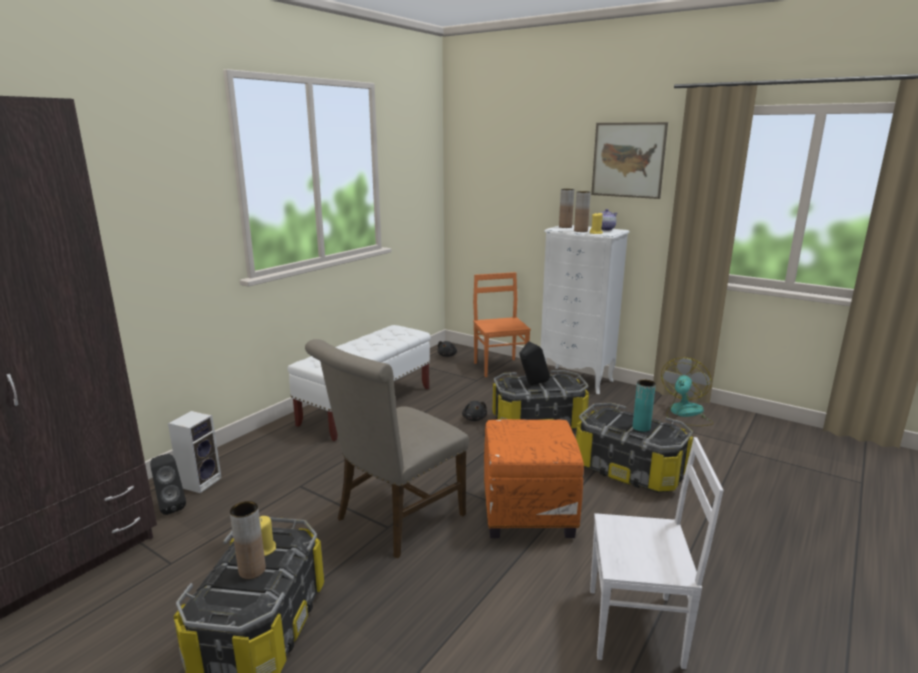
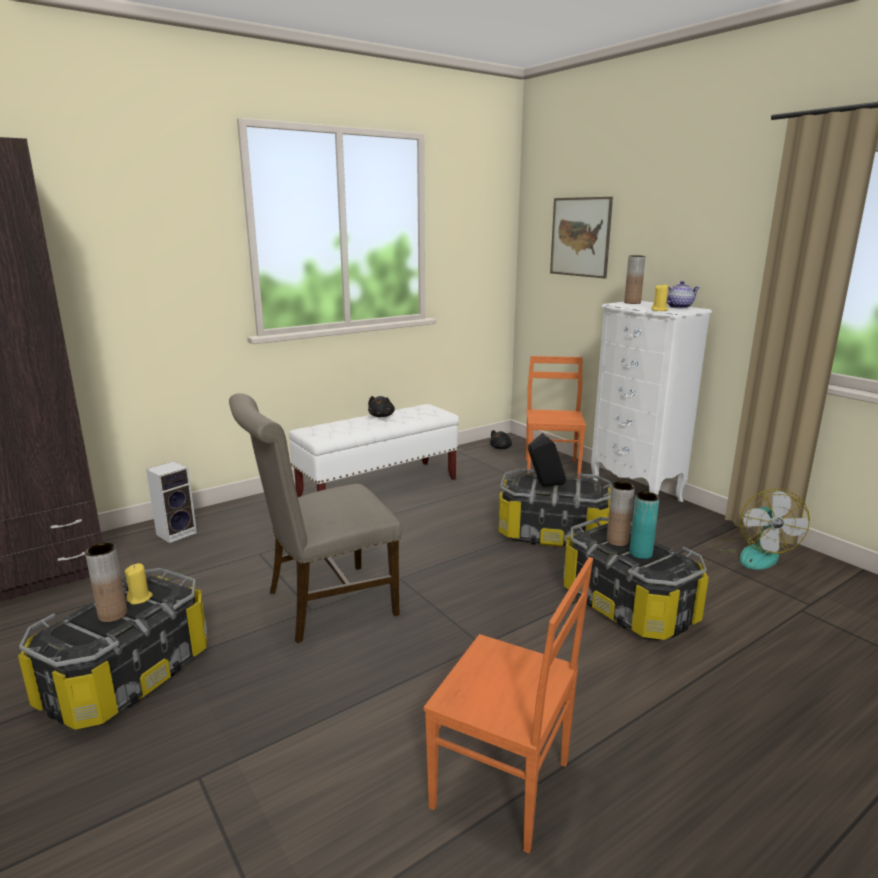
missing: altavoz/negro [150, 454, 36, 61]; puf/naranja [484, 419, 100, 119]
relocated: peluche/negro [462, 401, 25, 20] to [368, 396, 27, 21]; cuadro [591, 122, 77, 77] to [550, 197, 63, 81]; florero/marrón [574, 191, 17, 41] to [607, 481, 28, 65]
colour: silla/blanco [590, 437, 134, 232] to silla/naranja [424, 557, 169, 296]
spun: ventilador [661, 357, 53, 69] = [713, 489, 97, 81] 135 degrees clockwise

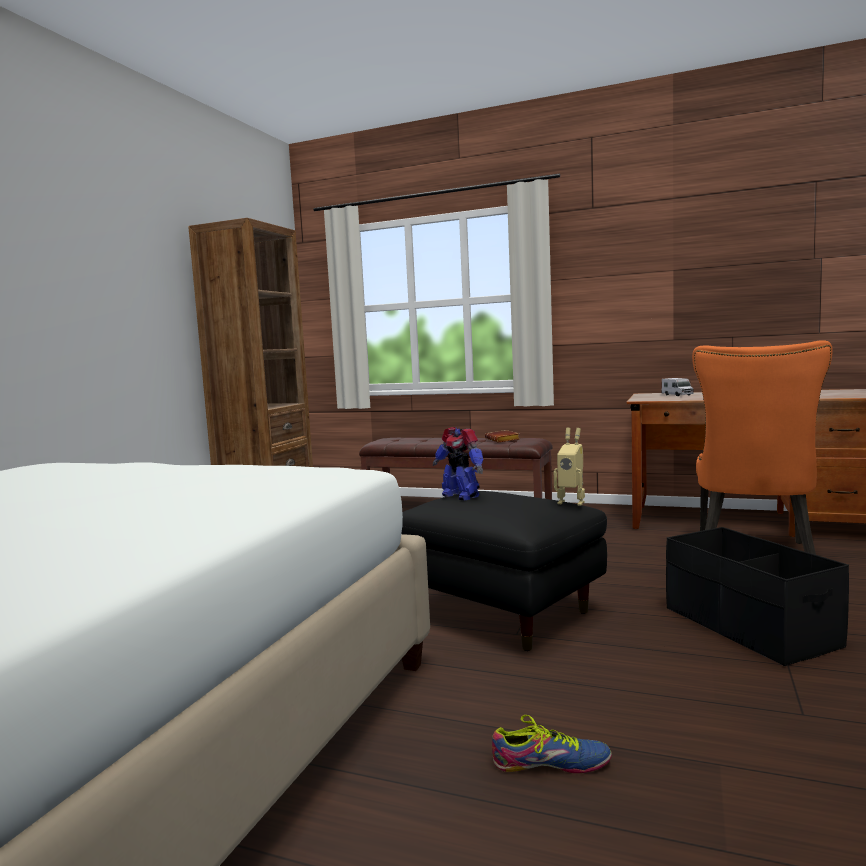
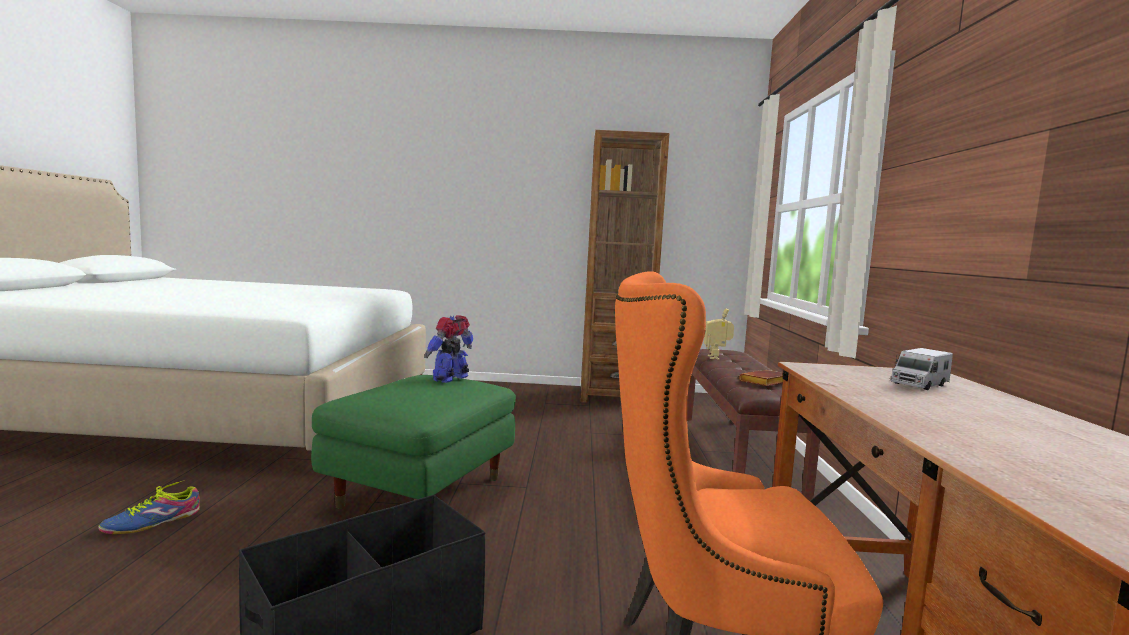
relocated: robot de juguete [554, 428, 31, 78] to [704, 308, 30, 52]
colour: puf/negro [401, 491, 206, 160] to puf/verde [311, 375, 205, 134]
spun: zapato [492, 715, 120, 58] = [98, 480, 102, 54] 60 degrees clockwise

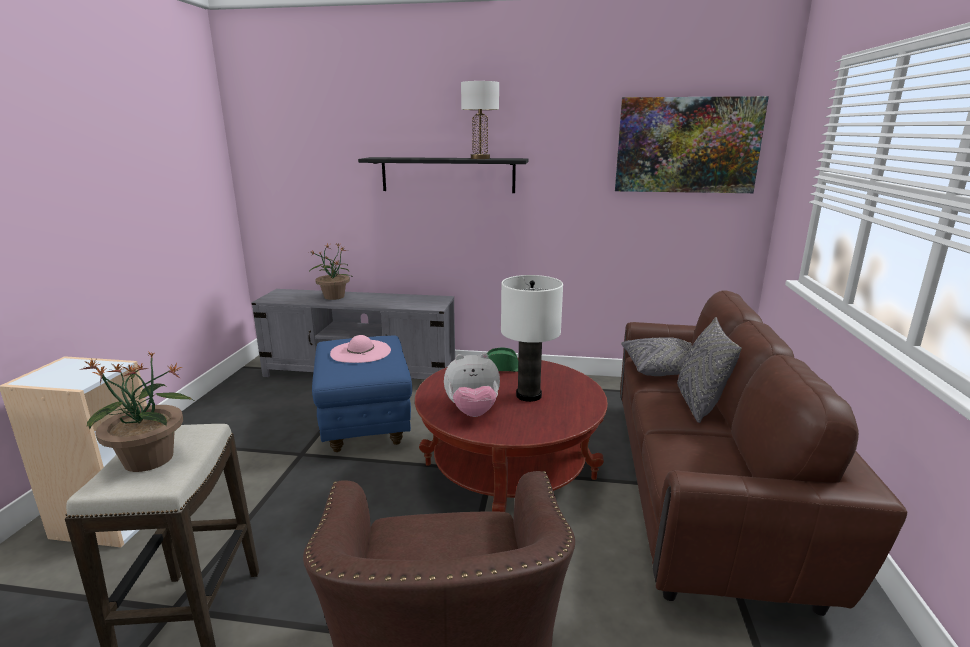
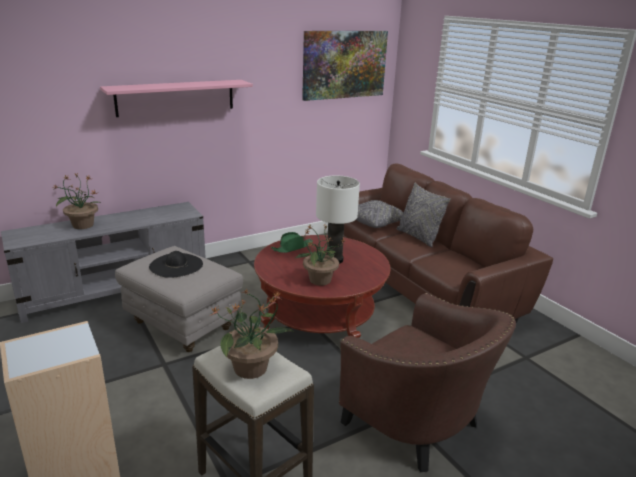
missing: lámpara de mesa [461, 81, 38, 78]
exchanged: peluche [444, 353, 56, 64] to planta en maceta [294, 225, 51, 61]
colour: estante/negro [358, 157, 170, 36] to estante/rosa [100, 80, 153, 37]; puf/azul [312, 335, 100, 117] to puf/gris [115, 246, 128, 106]; sombrero/rosa [330, 335, 61, 28] to sombrero/negro [149, 251, 54, 27]

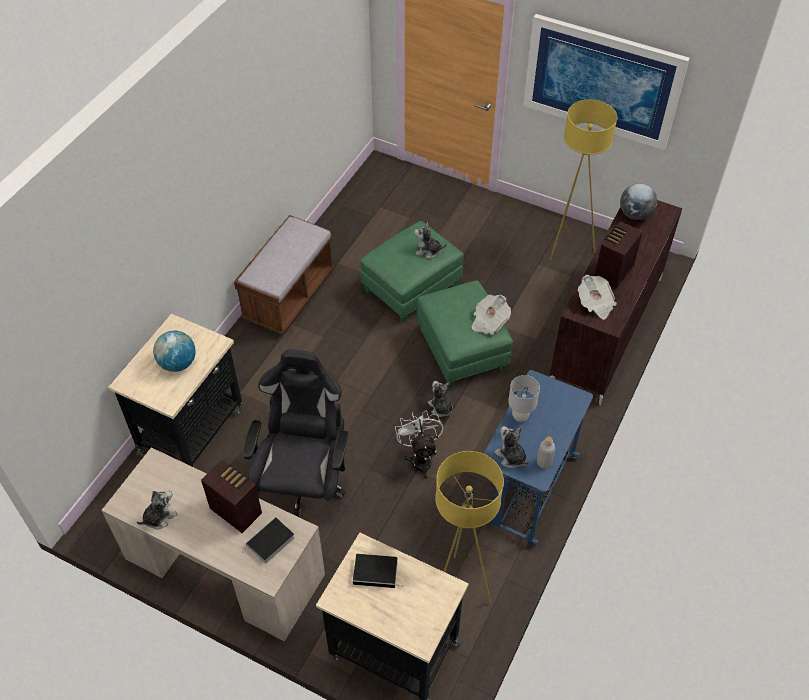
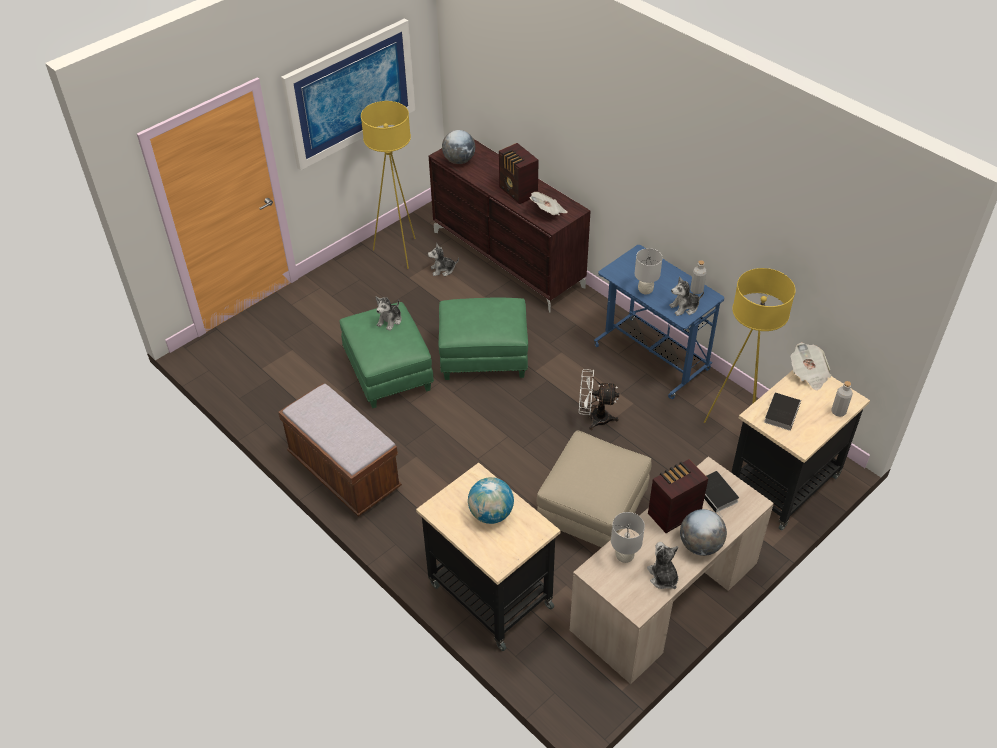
appeared: lámpara de mesa/gris [611, 512, 34, 51]; globo terráqueo [680, 509, 47, 47]; botella/gris [831, 381, 22, 36]
relocated: peluche [428, 381, 25, 36] to [428, 243, 31, 33]; periódico [471, 294, 40, 41] to [791, 342, 40, 48]
exchanged: silla de oficina/negro [244, 349, 104, 168] to puf/beis [536, 430, 116, 118]

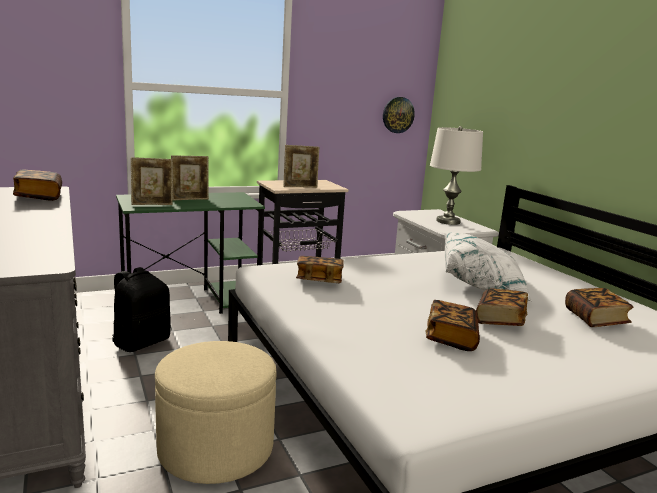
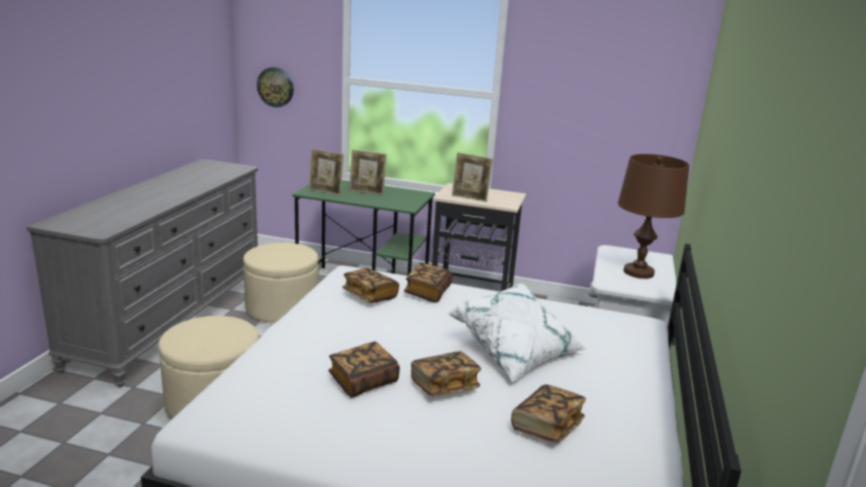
relocated: reloj de pared [383, 97, 32, 36] to [257, 67, 37, 40]; libro [13, 170, 49, 31] to [404, 263, 49, 39]
exchanged: mochila/negro [112, 267, 59, 85] to puf/beis [243, 243, 76, 80]
colour: lámpara de mesa/blanco [430, 126, 53, 99] to lámpara de mesa/marrón [618, 154, 71, 125]

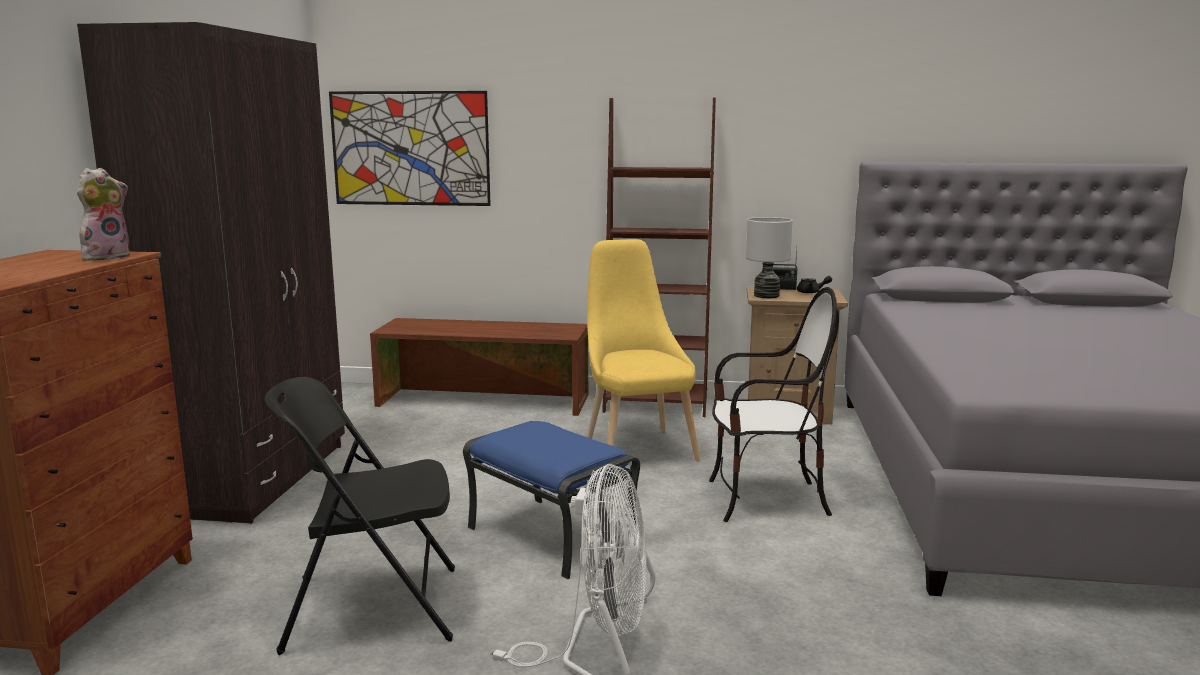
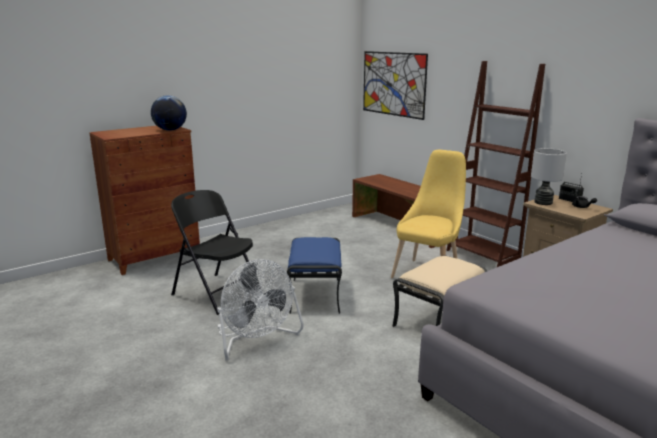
missing: armario ropero/marrón [77, 22, 268, 502]
exchanged: peluche [77, 168, 53, 93] to globo terráqueo [151, 95, 36, 36]; silla [709, 287, 130, 235] to puf/beis [392, 255, 95, 72]

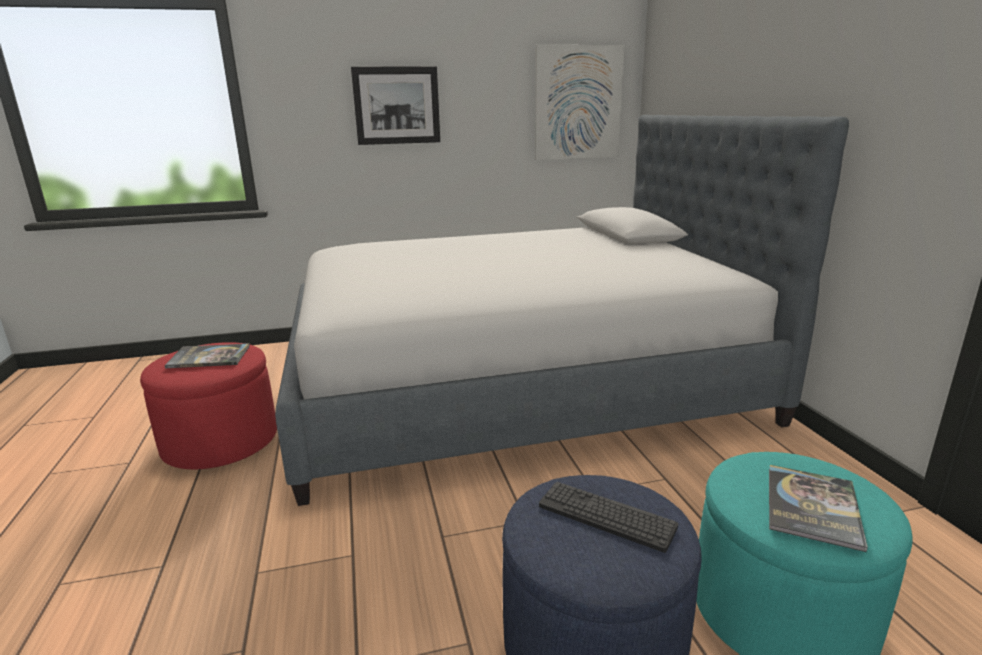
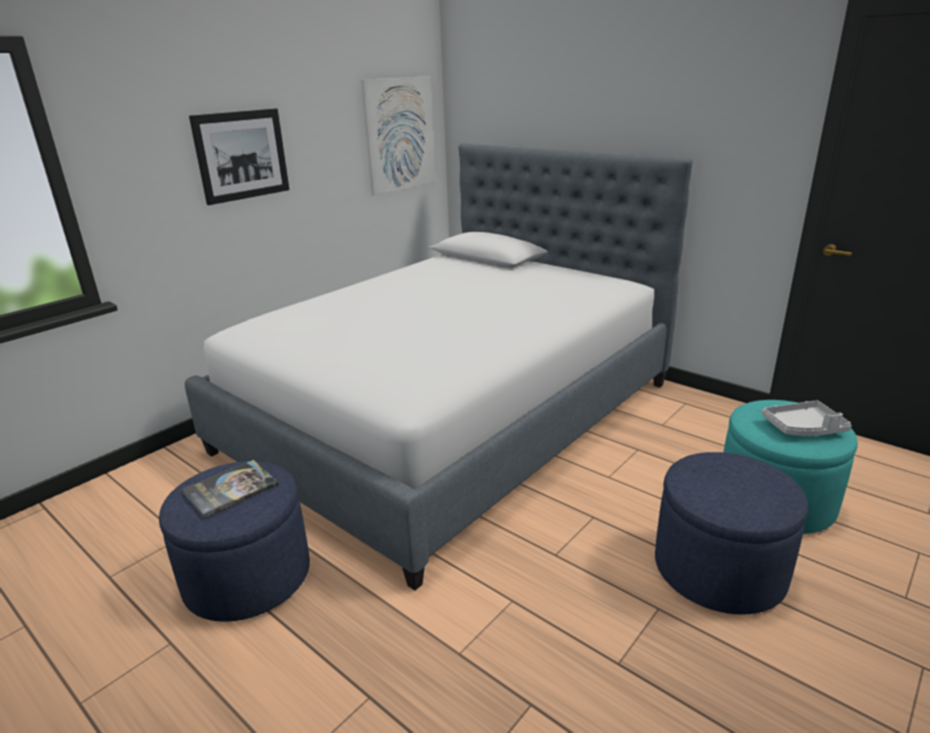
missing: teclado [539, 482, 139, 71]
exchanged: libro [769, 465, 99, 87] to bandeja/gris [762, 400, 90, 36]
colour: puf/rojo [140, 342, 137, 127] to puf/azul [159, 461, 151, 161]

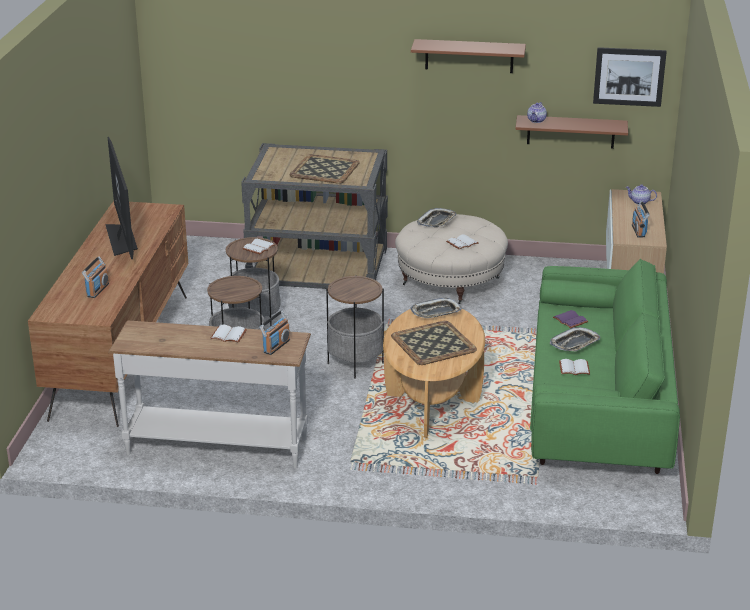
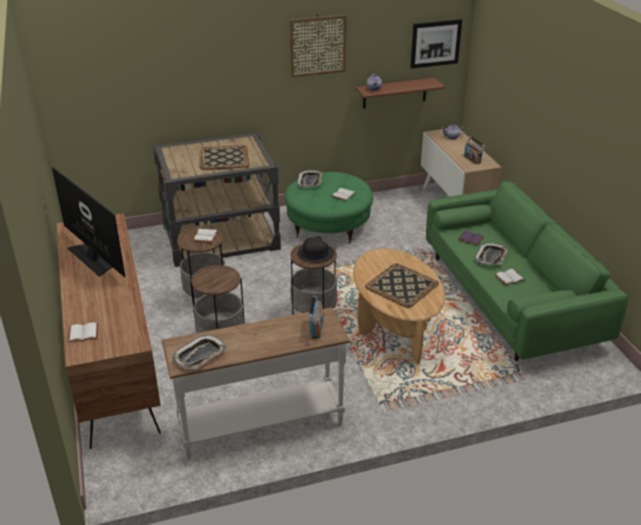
missing: radio [82, 256, 27, 42]
appeared: sombrero/negro [298, 236, 36, 27]
relocated: libro/blanco [210, 325, 37, 18] to [68, 322, 30, 20]; bandeja [410, 298, 52, 20] to [172, 335, 54, 34]
exchanged: estante/marrón [411, 39, 115, 34] to cuadro [289, 14, 58, 64]
colour: puf/beis [395, 214, 113, 90] to puf/verde [285, 172, 88, 71]

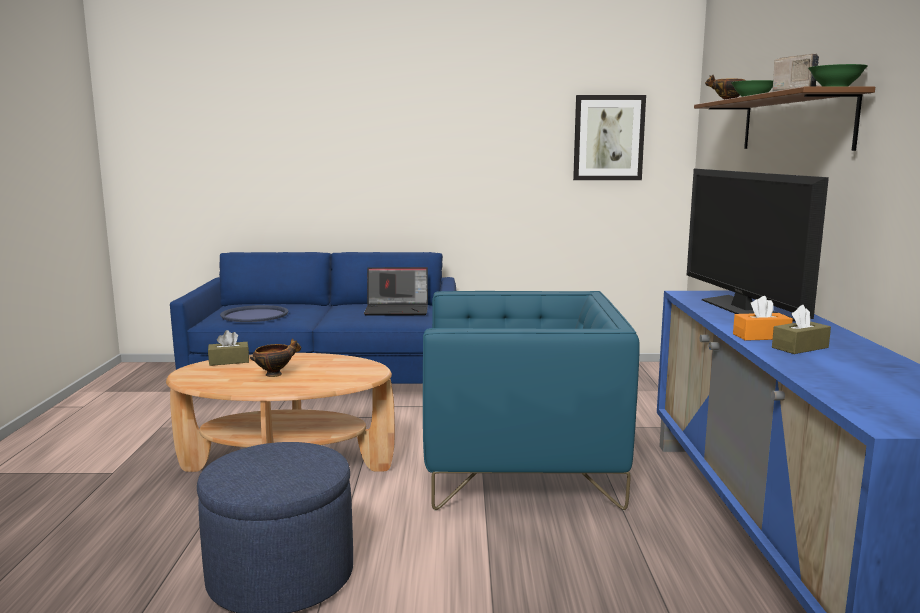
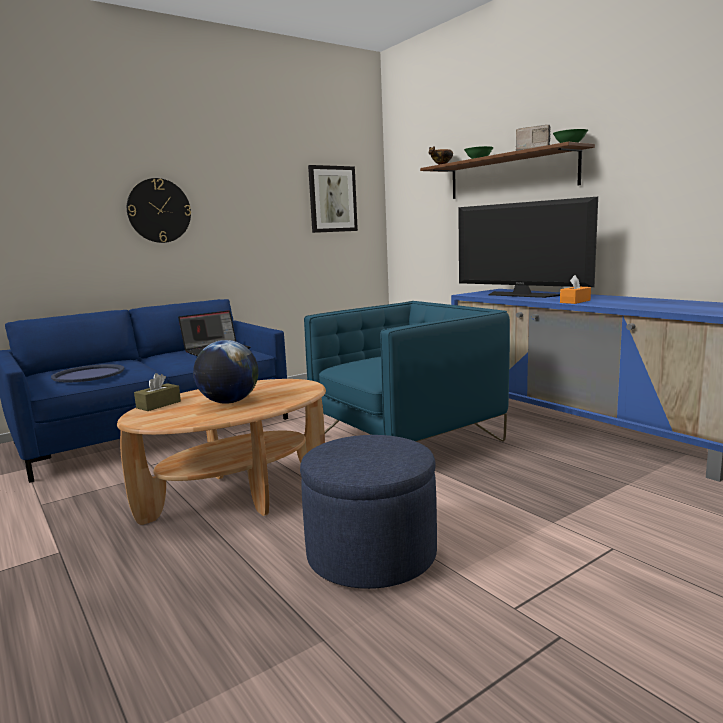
missing: caja de pañuelos/marrón [772, 305, 59, 49]
appeared: reloj de pared [127, 178, 64, 65]
exchanged: cuenco [250, 338, 51, 39] to globo terráqueo [193, 340, 66, 64]

